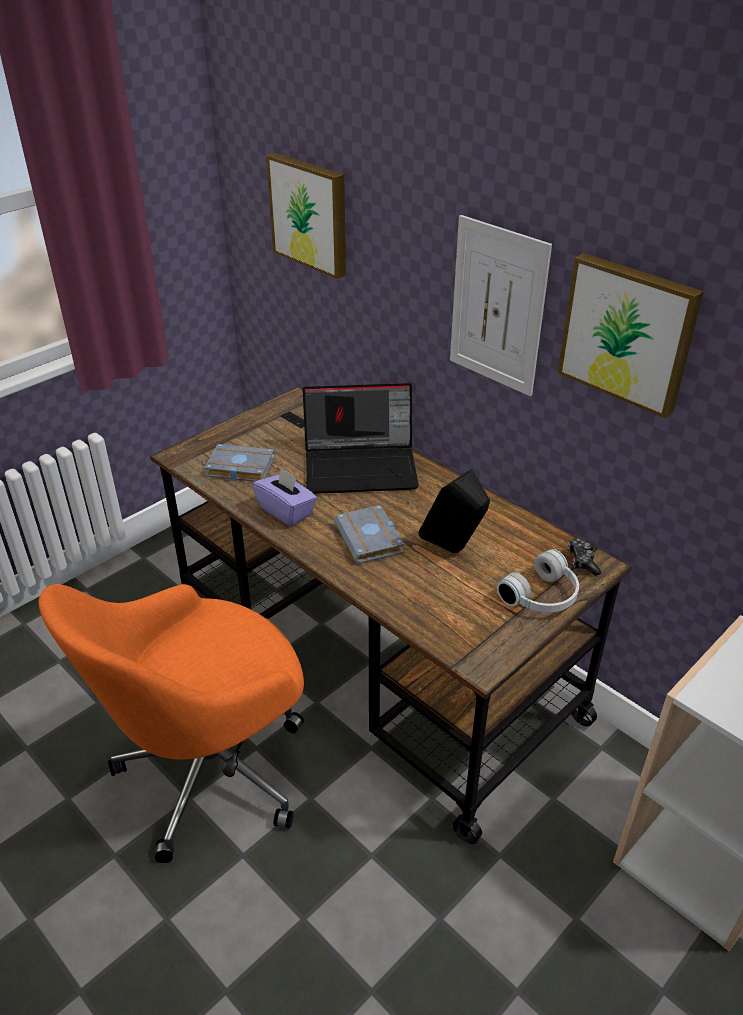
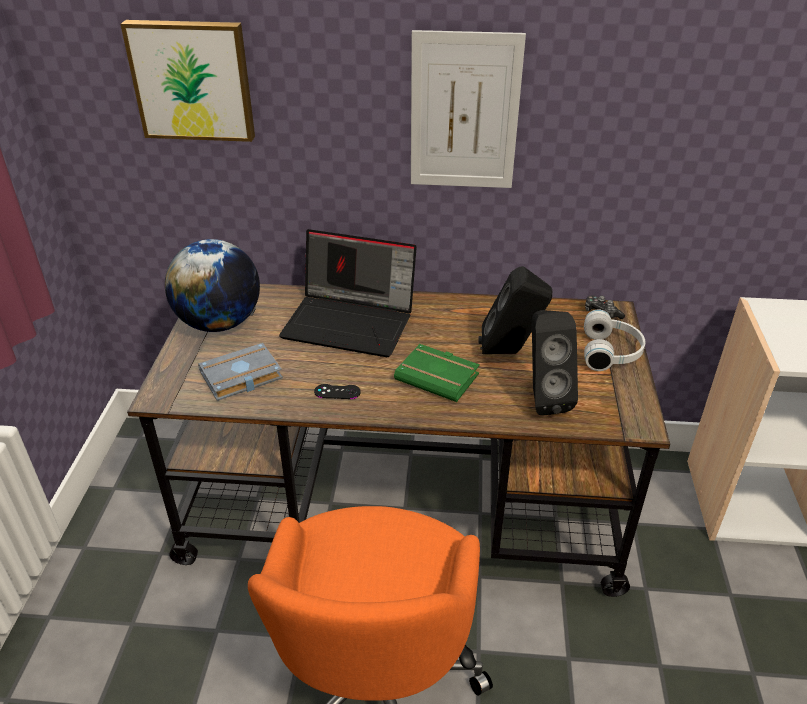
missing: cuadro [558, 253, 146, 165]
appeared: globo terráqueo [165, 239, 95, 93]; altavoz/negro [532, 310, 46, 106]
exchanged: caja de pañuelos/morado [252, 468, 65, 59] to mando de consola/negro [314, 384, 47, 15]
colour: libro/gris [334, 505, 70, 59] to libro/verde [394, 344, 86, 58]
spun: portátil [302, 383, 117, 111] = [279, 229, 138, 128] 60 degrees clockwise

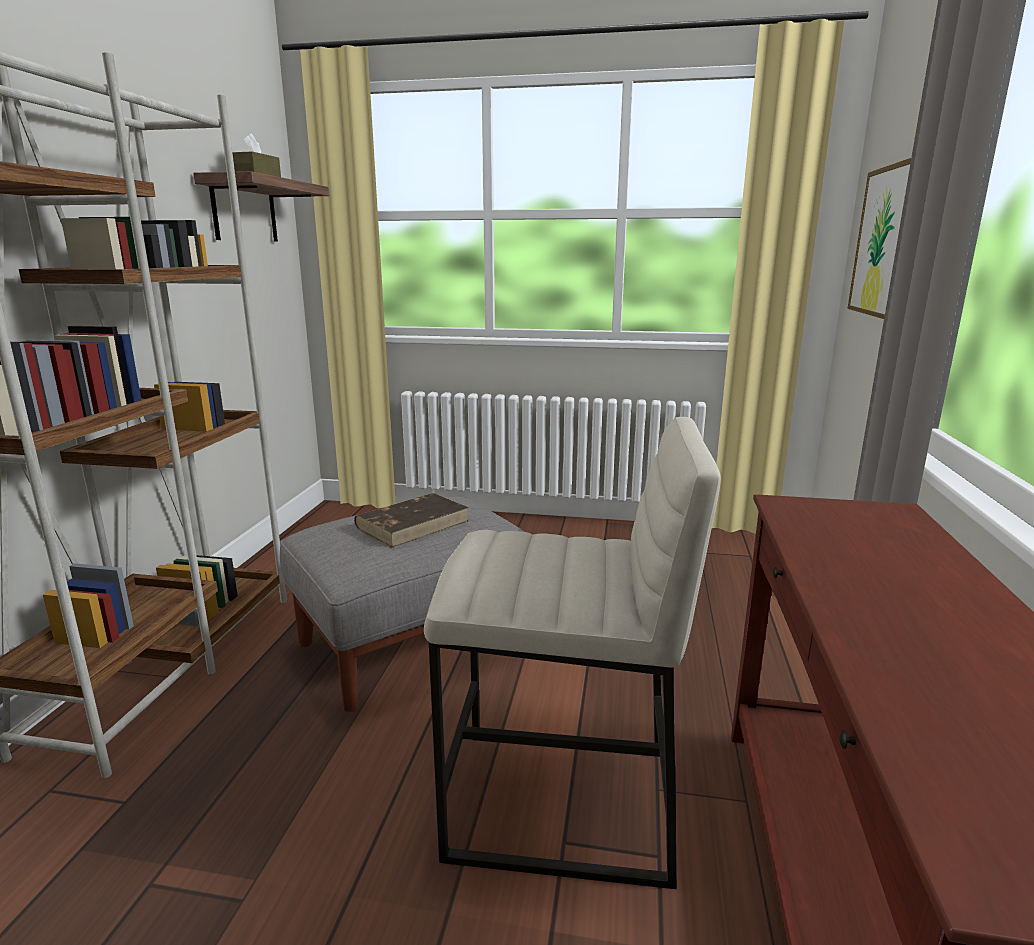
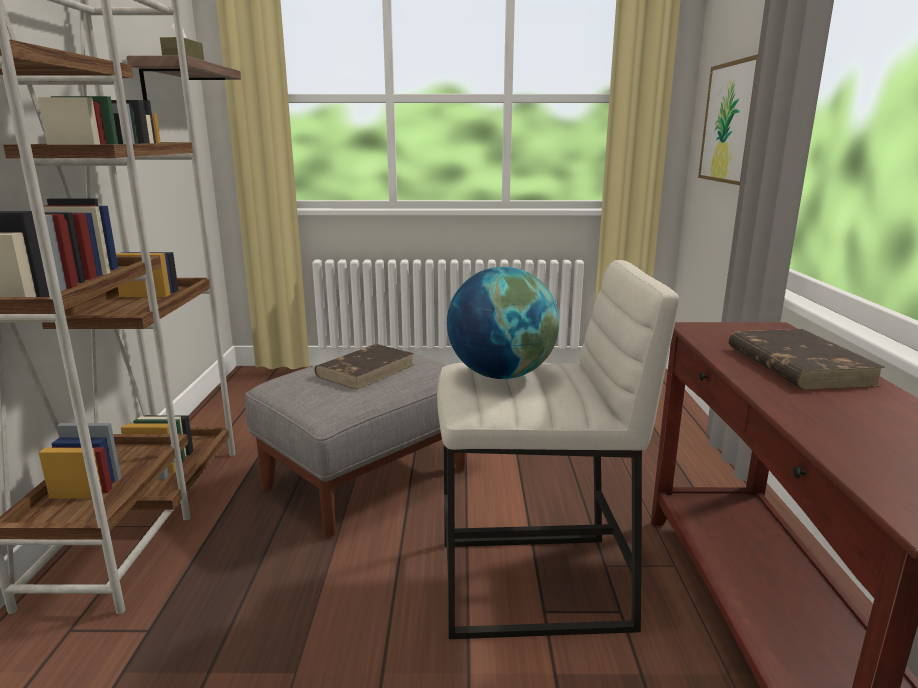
appeared: globo terráqueo [447, 267, 112, 112]; libro/marrón [729, 329, 156, 61]

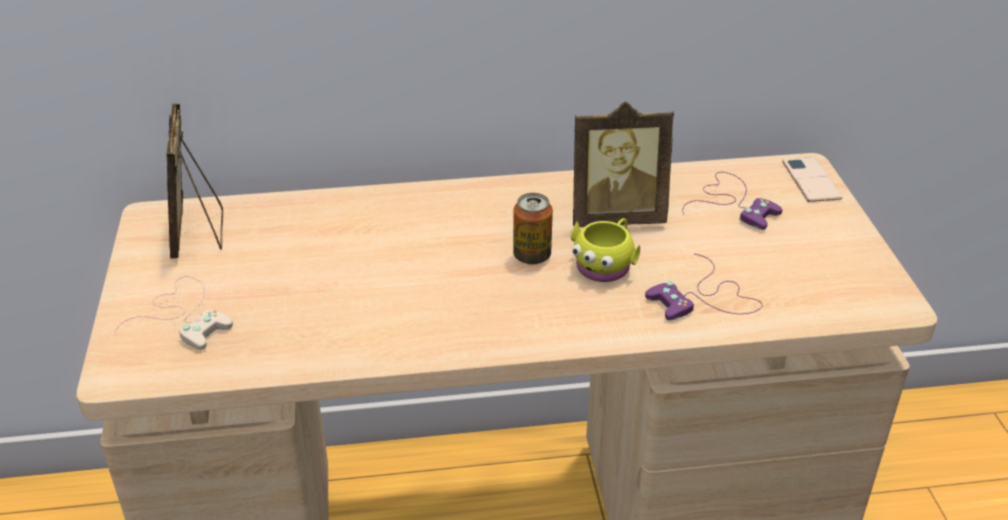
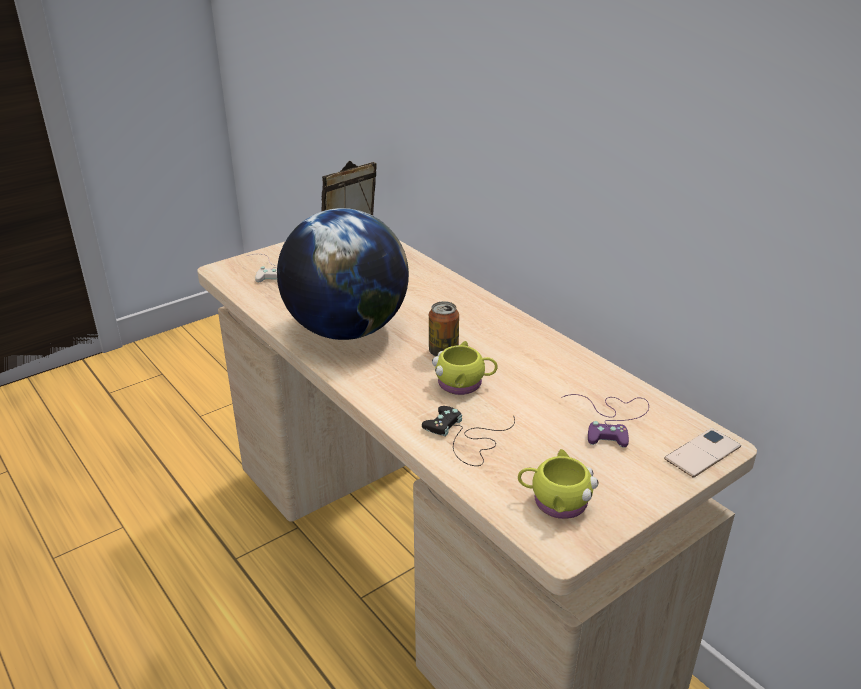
missing: portarretratos [573, 101, 101, 126]
appeared: globo terráqueo [277, 208, 132, 132]; taza grande/amarillo [518, 449, 80, 70]
colour: mando de consola/morado [645, 254, 118, 67] to mando de consola/negro [422, 406, 93, 60]

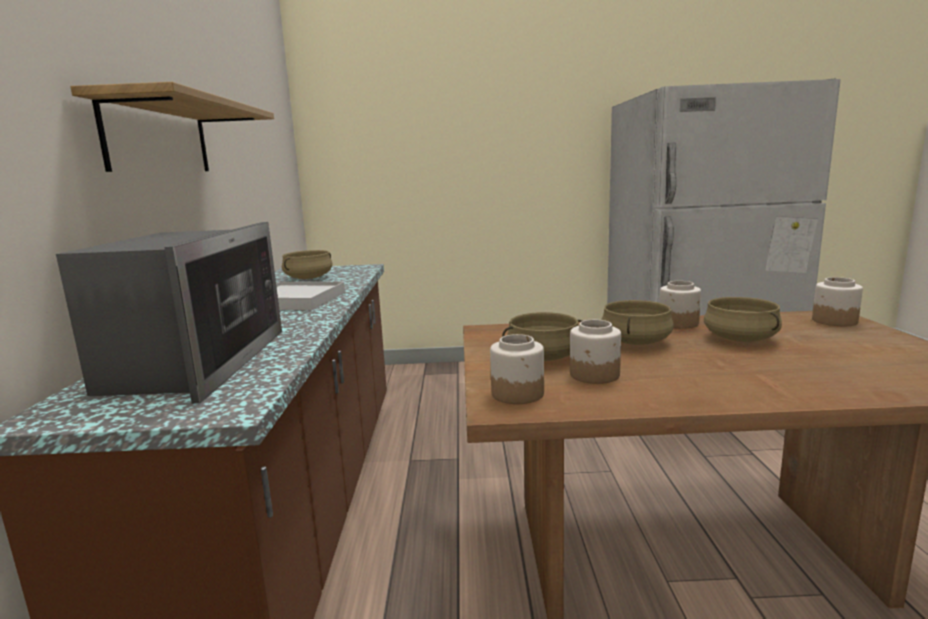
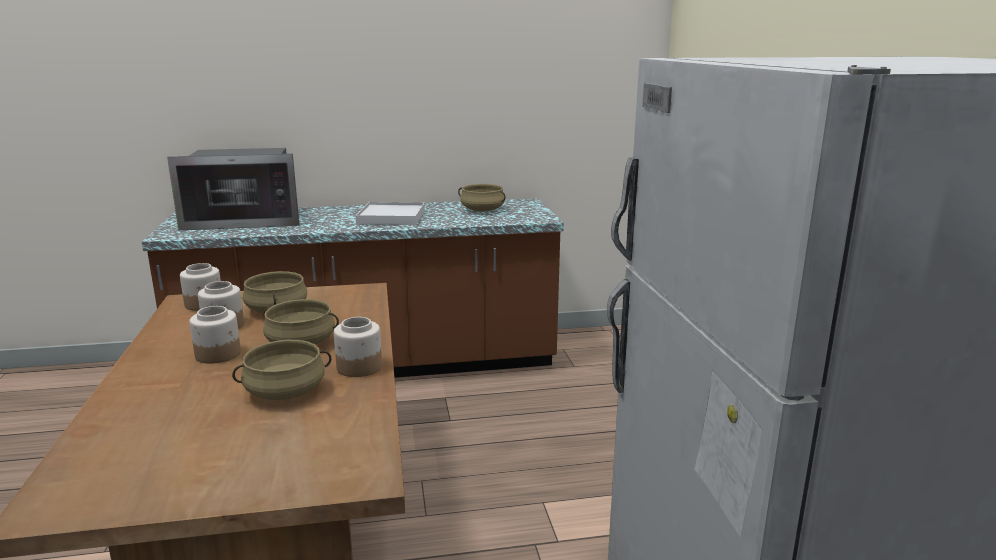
missing: estante [71, 82, 203, 90]
relocated: tarro [812, 277, 51, 49] to [189, 306, 52, 58]

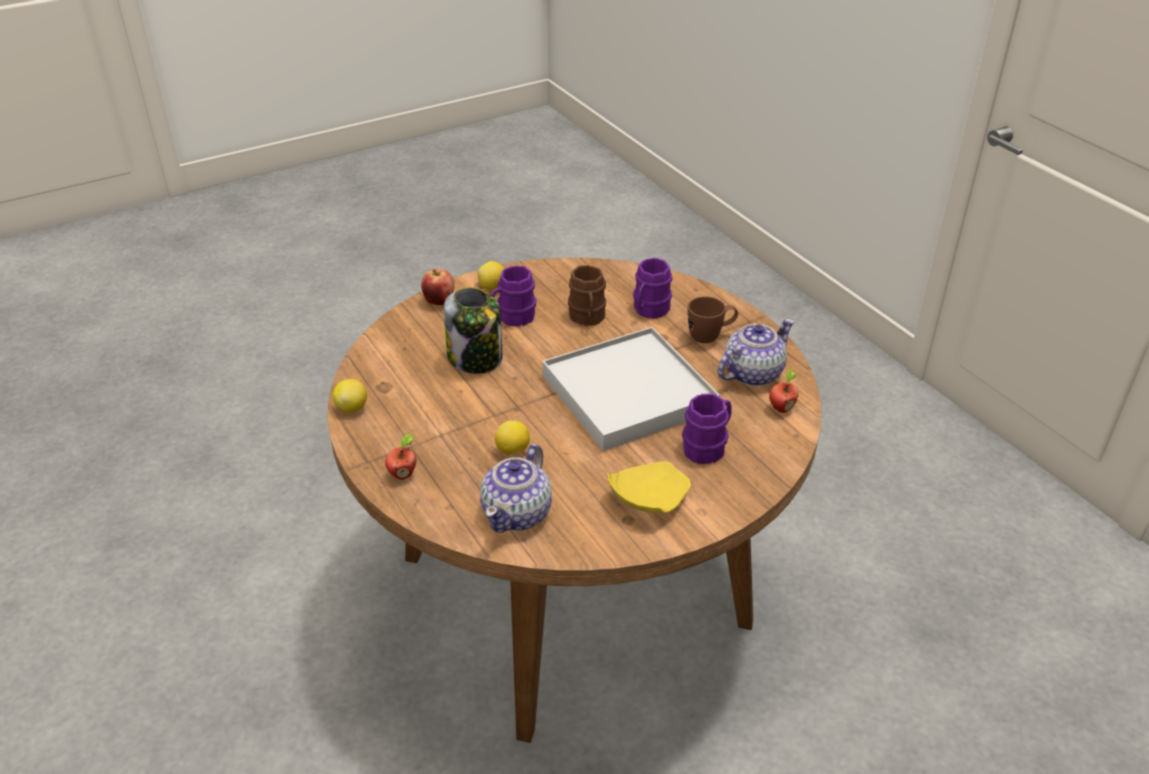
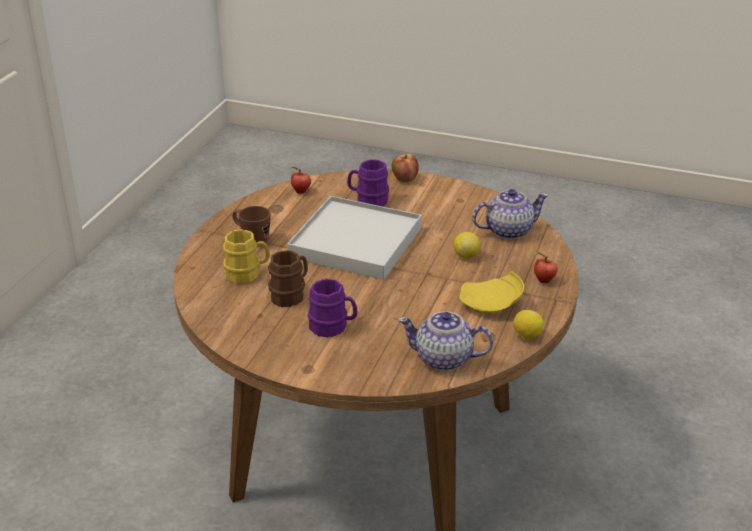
missing: tarro [444, 287, 58, 87]; limón [478, 261, 26, 29]
relocated: manzana [421, 269, 34, 36] to [392, 154, 27, 29]; tetera [718, 319, 76, 67] to [398, 311, 95, 60]; plato/amarillo [607, 461, 84, 52] to [459, 271, 65, 43]
colour: taza grande/morado [633, 258, 39, 61] to taza grande/amarillo [223, 229, 47, 55]

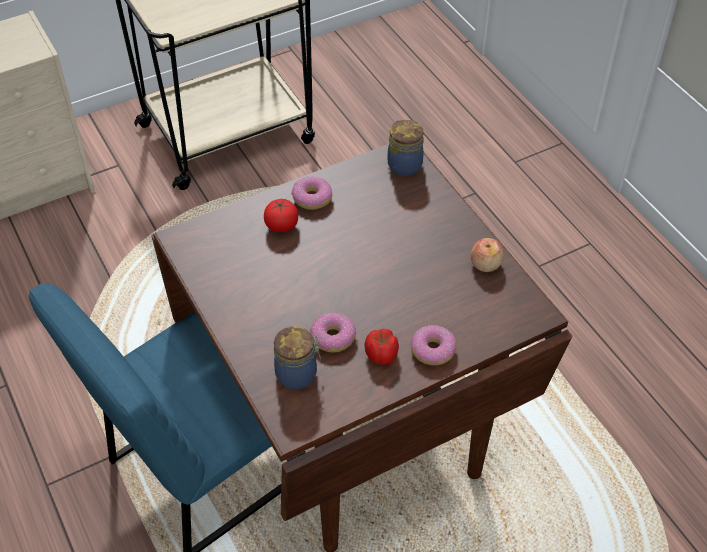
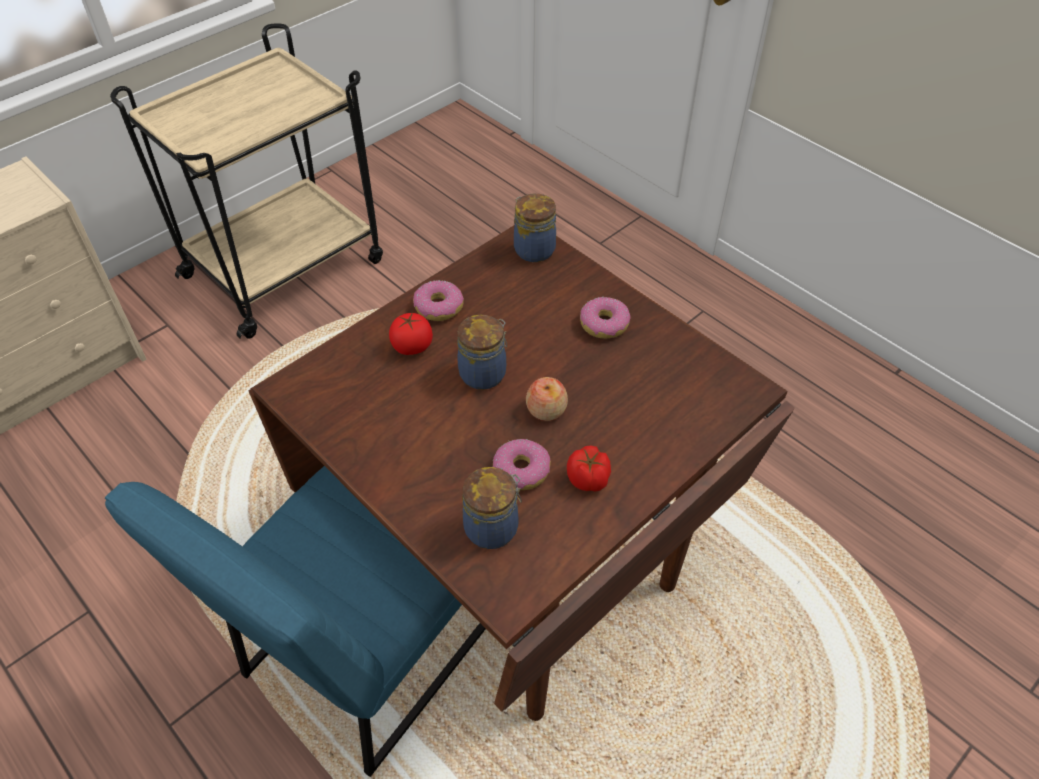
appeared: tarro [457, 315, 50, 75]
relocated: manzana [471, 238, 32, 34] to [526, 377, 42, 44]; rosquilla [411, 325, 45, 40] to [580, 297, 51, 42]

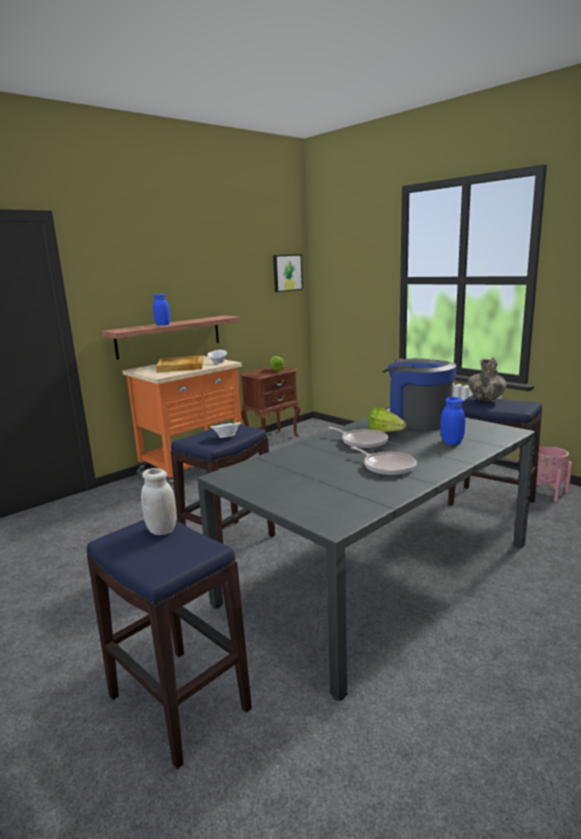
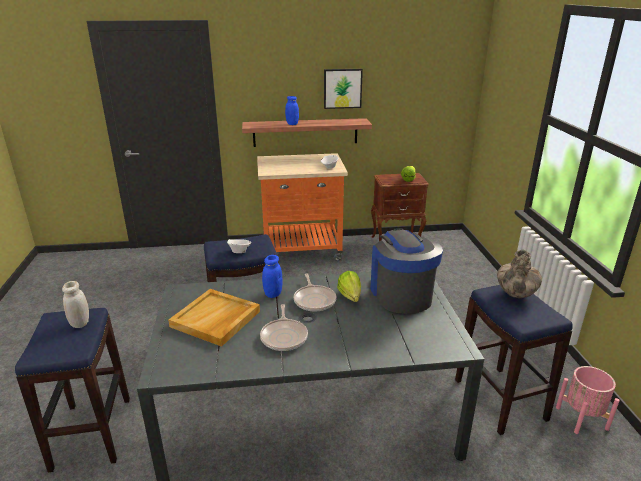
relocated: bandeja/beis [156, 356, 47, 16] to [168, 289, 92, 58]; tarro/azul [441, 397, 24, 48] to [262, 255, 20, 43]; cuadro [273, 254, 30, 38] to [324, 69, 39, 40]

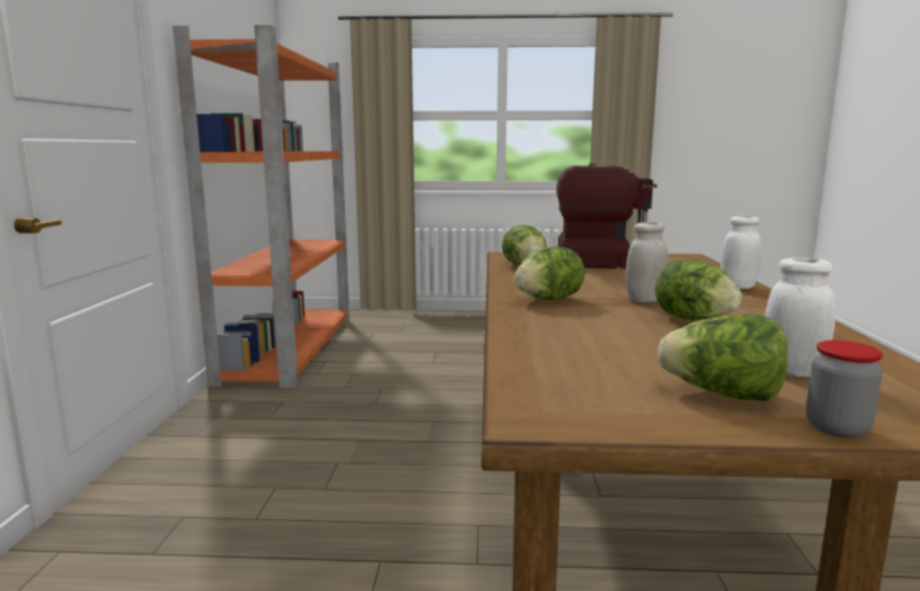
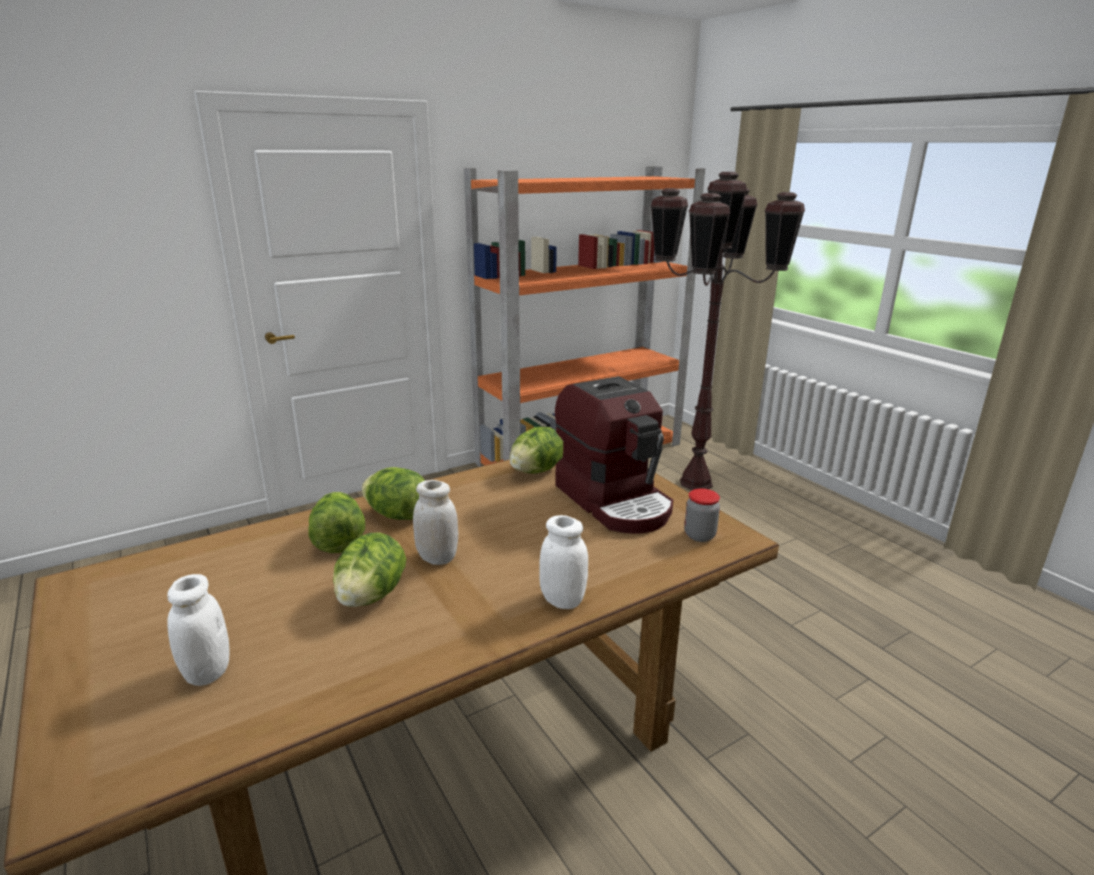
appeared: lámpara de pie/marrón [651, 172, 154, 318]
relocated: lechuga [657, 314, 131, 87] to [309, 492, 56, 61]; tarro [806, 340, 77, 98] to [684, 489, 36, 53]

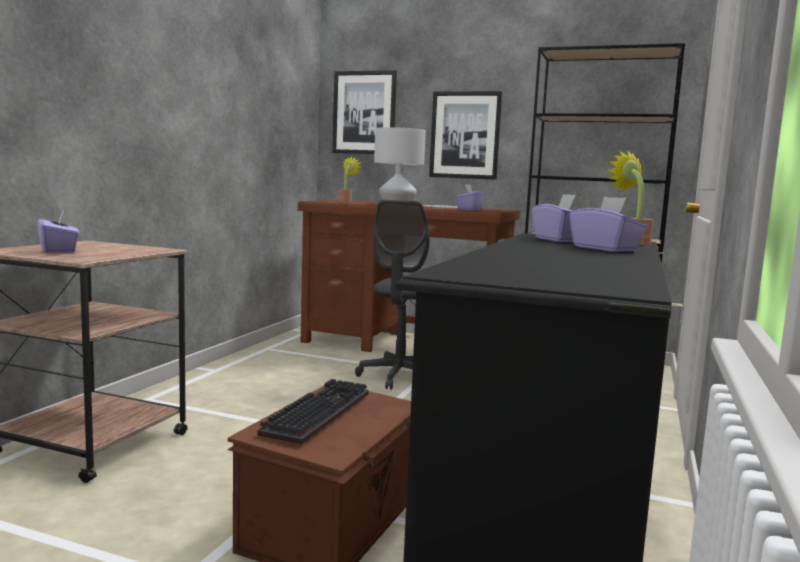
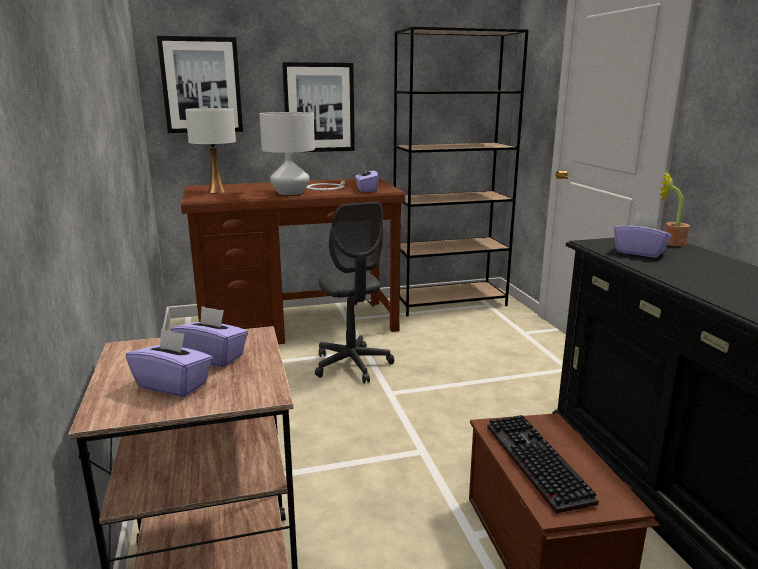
relocated: caja de pañuelos/morado [569, 197, 78, 55] to [171, 306, 77, 61]
exchanged: planta en maceta [338, 157, 23, 45] to lámpara de mesa/blanco [185, 108, 51, 85]

